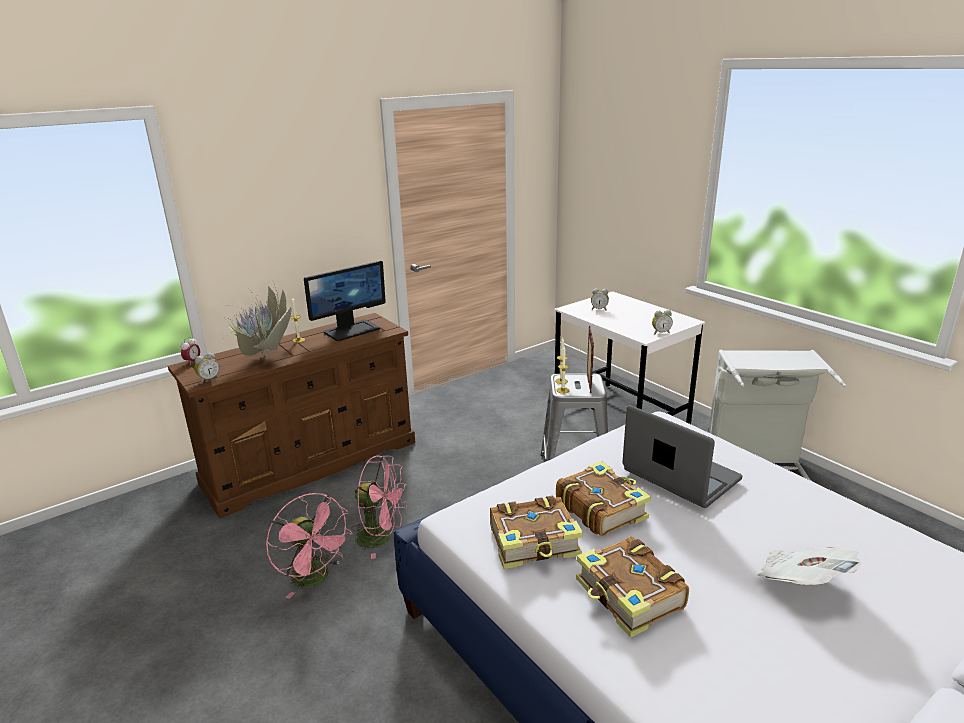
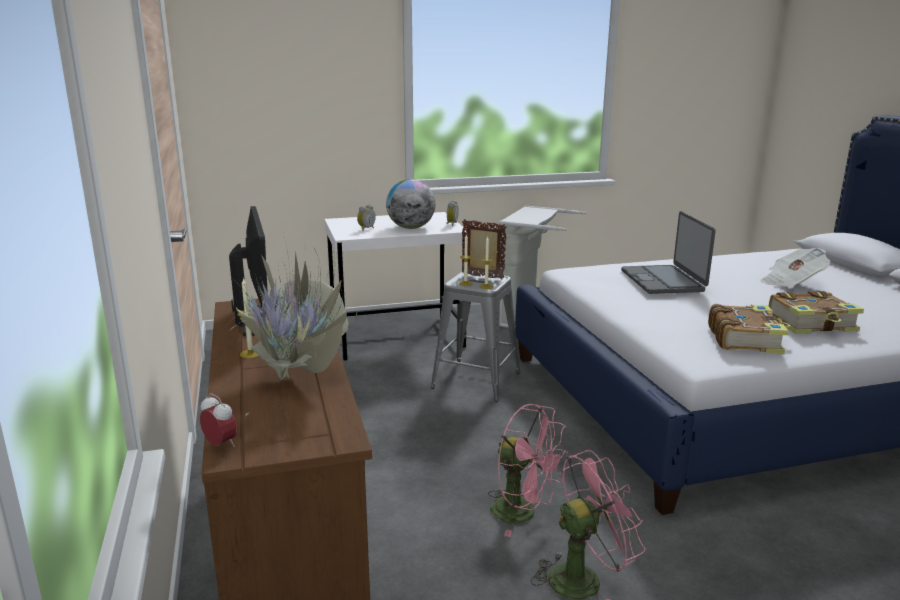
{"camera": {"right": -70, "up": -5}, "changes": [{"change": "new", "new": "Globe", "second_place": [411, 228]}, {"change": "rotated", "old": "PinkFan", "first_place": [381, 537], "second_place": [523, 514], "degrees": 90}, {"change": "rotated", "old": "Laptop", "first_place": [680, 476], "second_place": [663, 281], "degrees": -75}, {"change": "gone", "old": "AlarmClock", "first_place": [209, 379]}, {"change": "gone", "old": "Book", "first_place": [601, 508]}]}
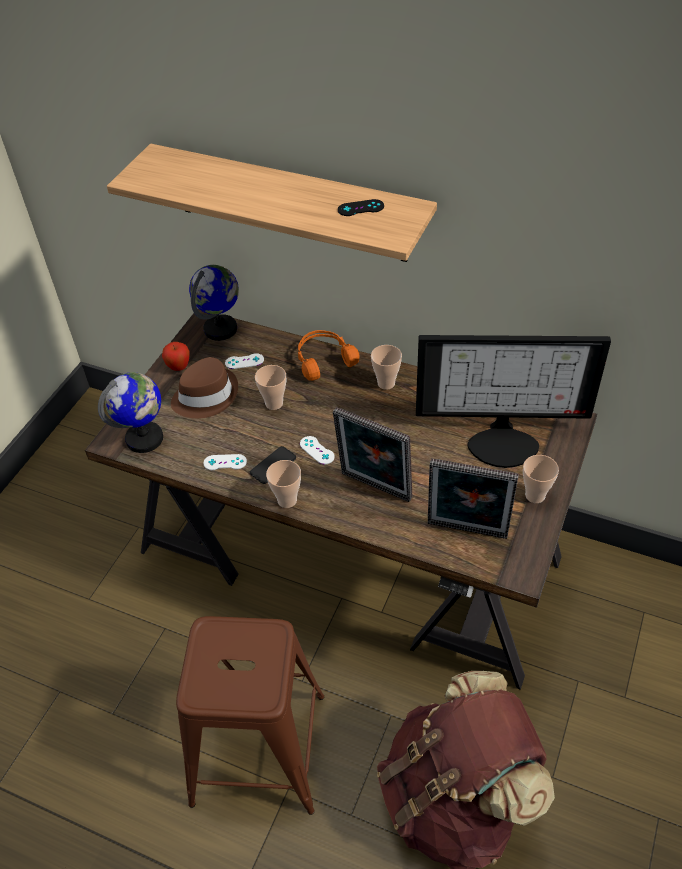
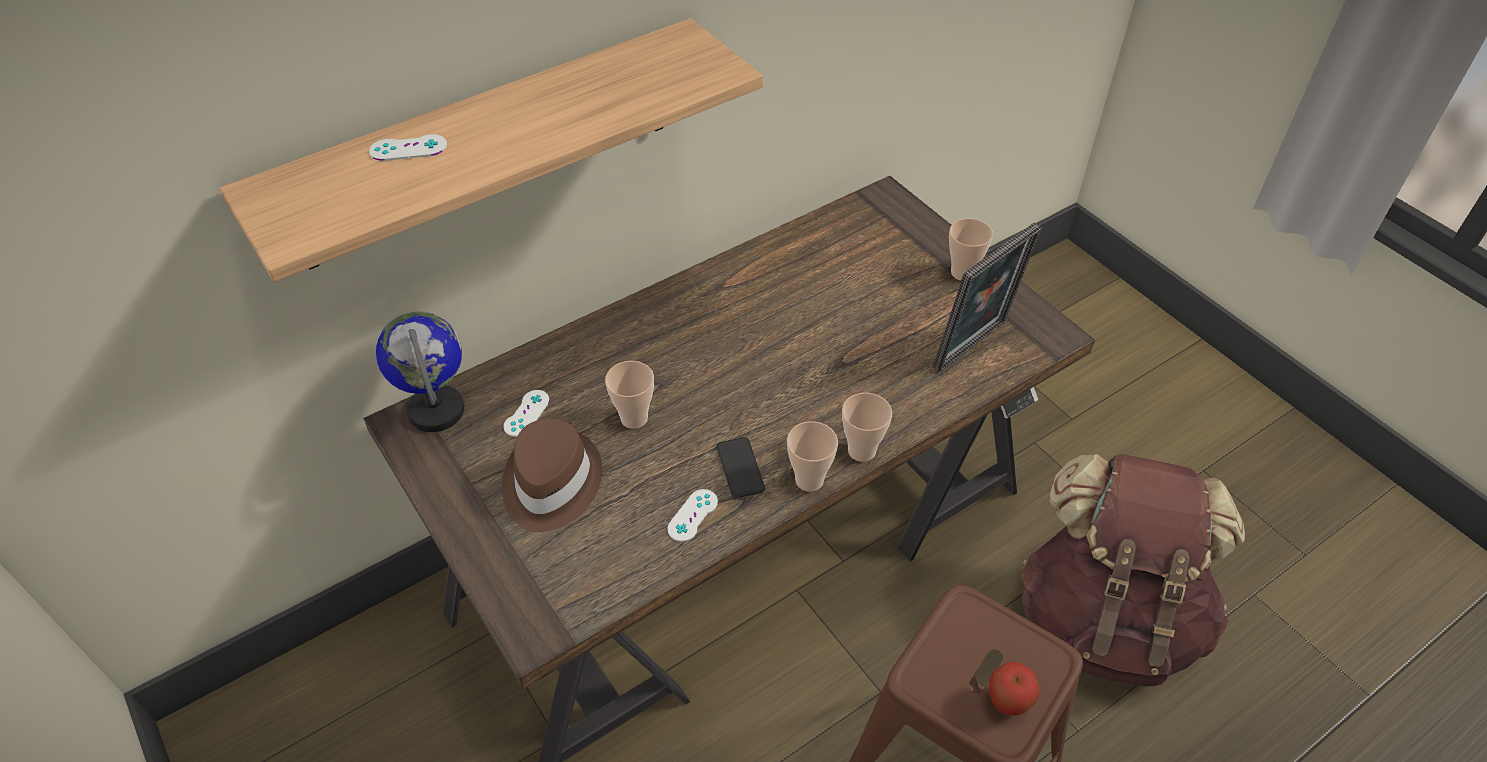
{"camera": {"right": -60, "up": 0}, "changes": [{"change": "shifted", "old": "WhiteGameController", "first_place": [317, 450], "second_place": [408, 148]}, {"change": "shifted", "old": "Cup", "first_place": [386, 383], "second_place": [861, 451]}, {"change": "shifted", "old": "Apple", "first_place": [179, 367], "second_place": [1007, 703]}, {"change": "gone", "old": "Globe", "first_place": [145, 439]}, {"change": "gone", "old": "OrangeHeadphones", "first_place": [323, 360]}, {"change": "gone", "old": "PictureFrame", "first_place": [374, 489]}, {"change": "gone", "old": "BlackGameController", "first_place": [360, 208]}, {"change": "gone", "old": "Monitor", "first_place": [503, 441]}]}
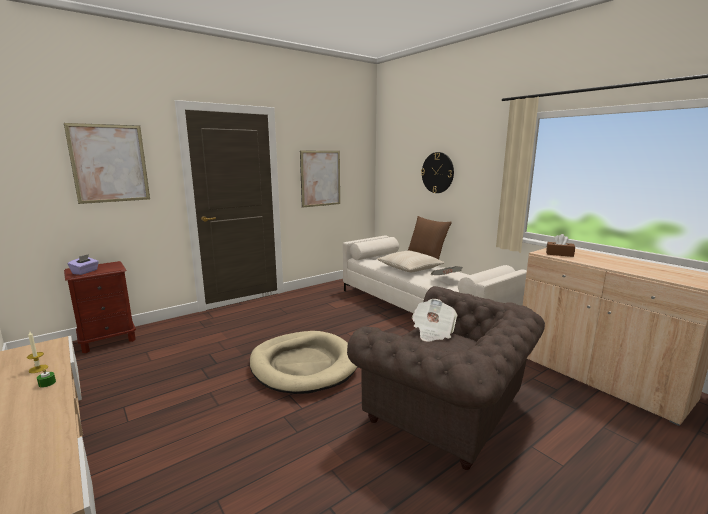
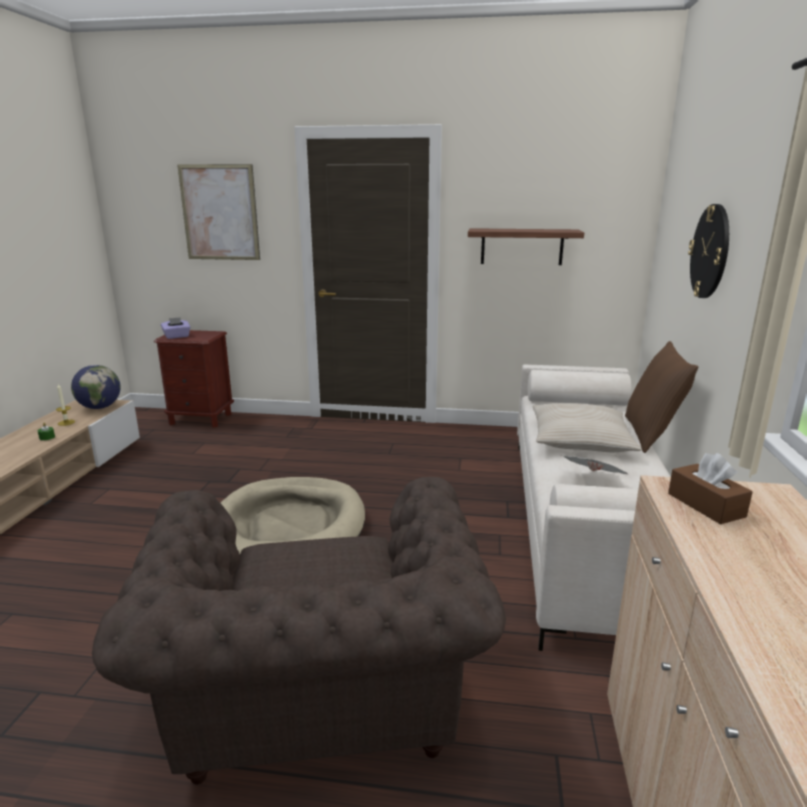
{"camera": {"right": 45, "up": 5}, "changes": [{"change": "new", "new": "Globe", "second_place": [100, 407]}, {"change": "swapped", "old": "Picture", "new": "Shelf", "first_place": [320, 178], "second_place": [522, 246]}, {"change": "gone", "old": "Newspaper", "first_place": [433, 331]}]}
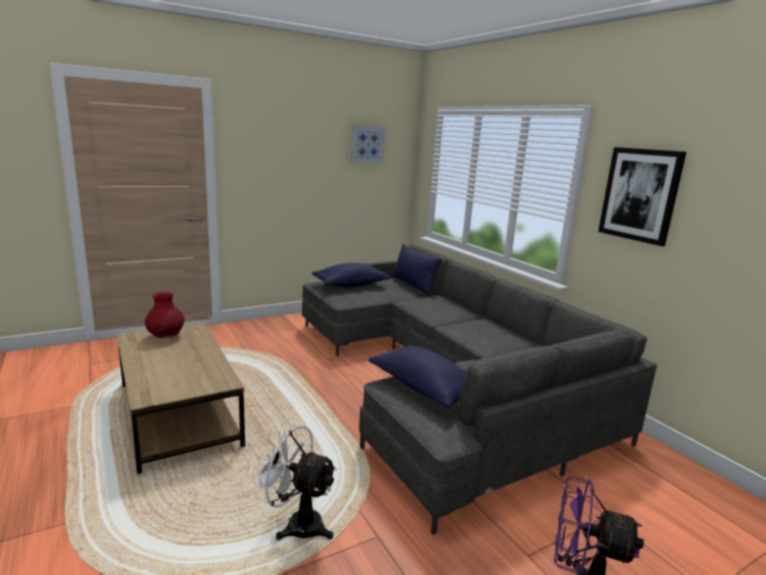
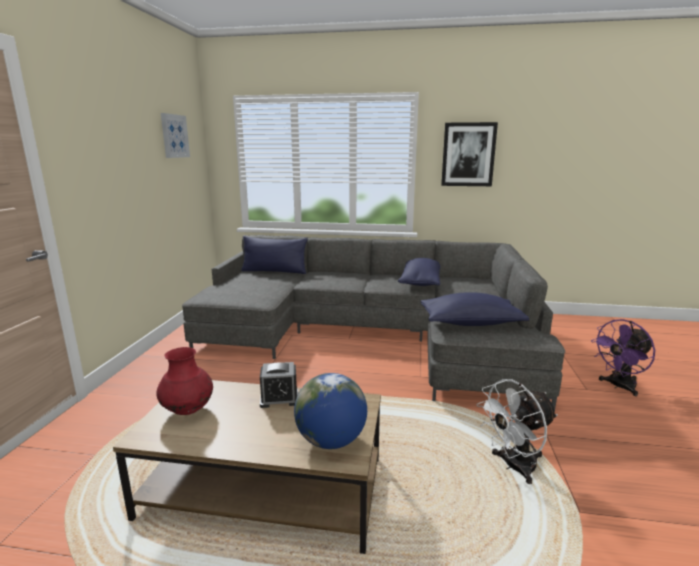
{"camera": {"right": -50, "up": 0}, "changes": [{"change": "new", "new": "AlarmClock", "second_place": [279, 399]}, {"change": "new", "new": "Globe", "second_place": [331, 440]}, {"change": "shifted", "old": "BluePillow", "first_place": [350, 285], "second_place": [420, 282]}]}
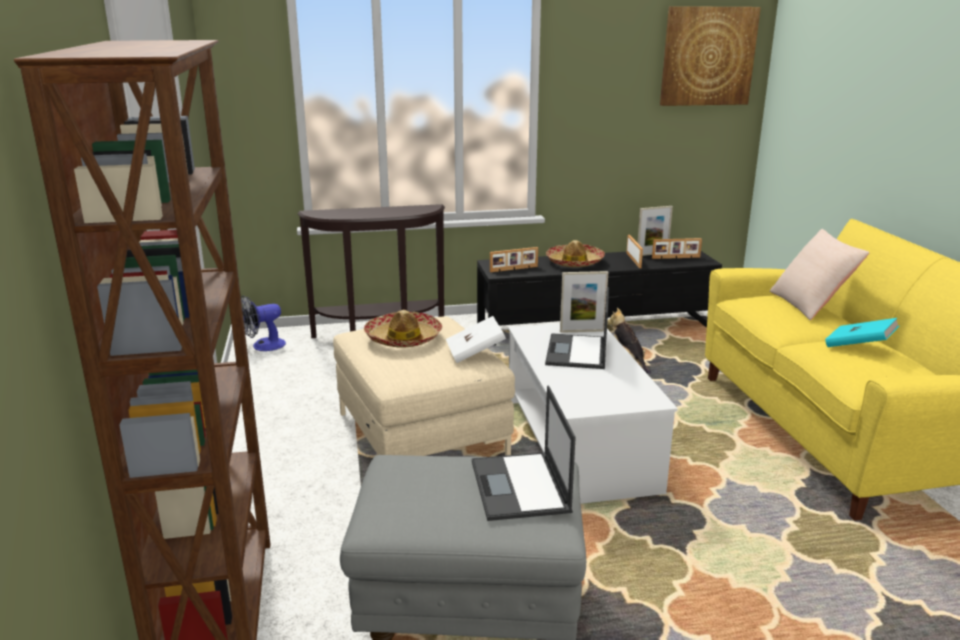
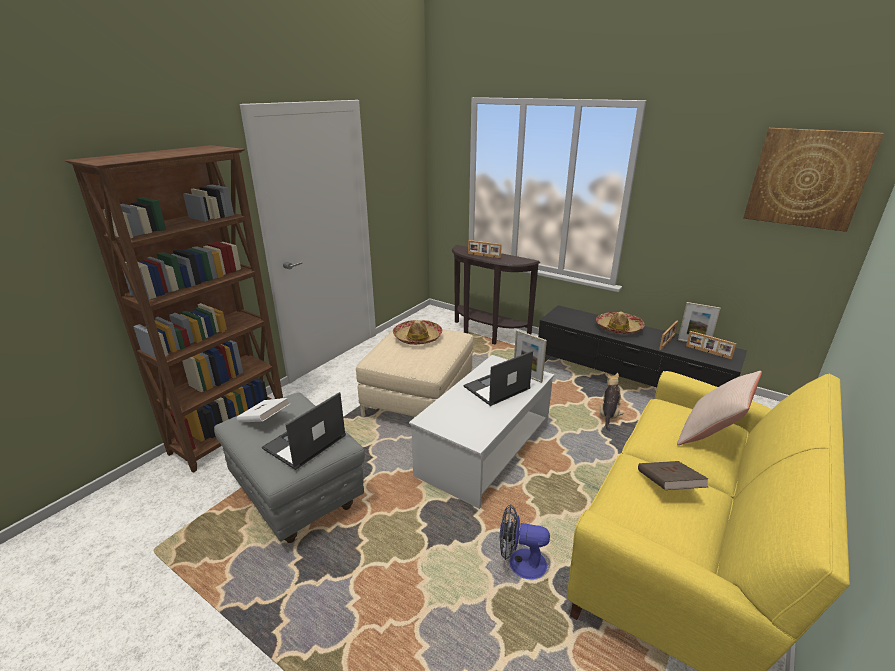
{"camera": {"right": 45, "up": 5}, "changes": [{"change": "shifted", "old": "WhiteBook", "first_place": [475, 353], "second_place": [265, 420]}, {"change": "shifted", "old": "PictureFrame", "first_place": [514, 269], "second_place": [484, 256]}, {"change": "shifted", "old": "Fan", "first_place": [263, 346], "second_place": [520, 563]}, {"change": "repainted", "old": "TurquoiseBook", "new": "BrownBook", "first_place": [859, 347], "second_place": [668, 486]}]}
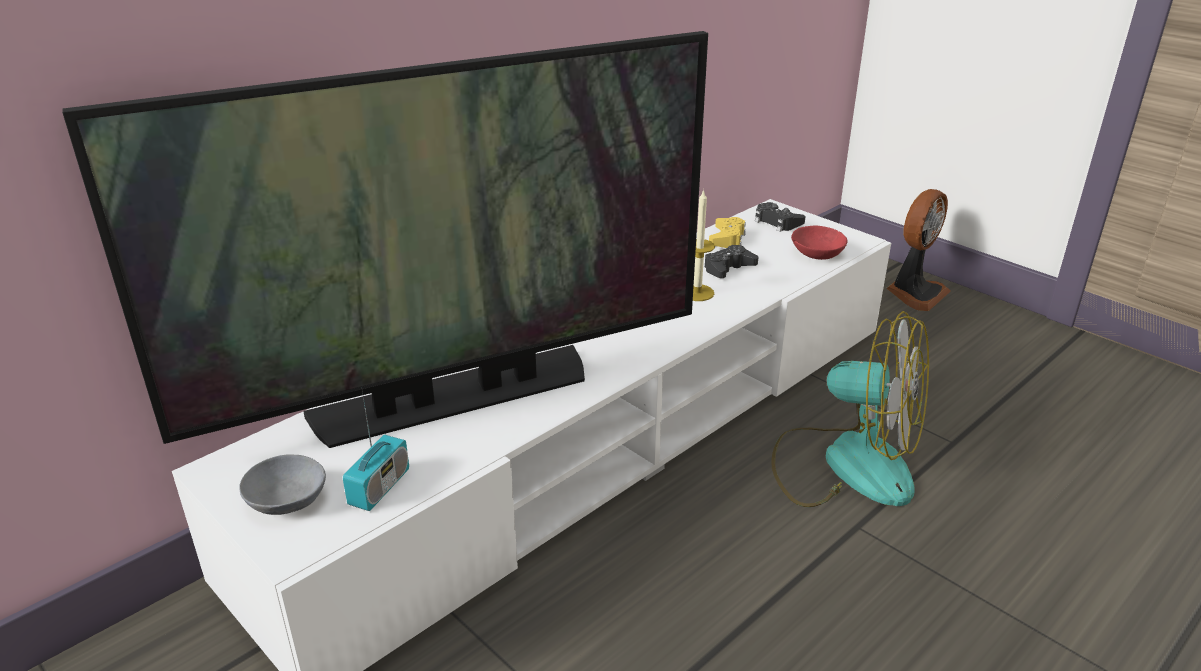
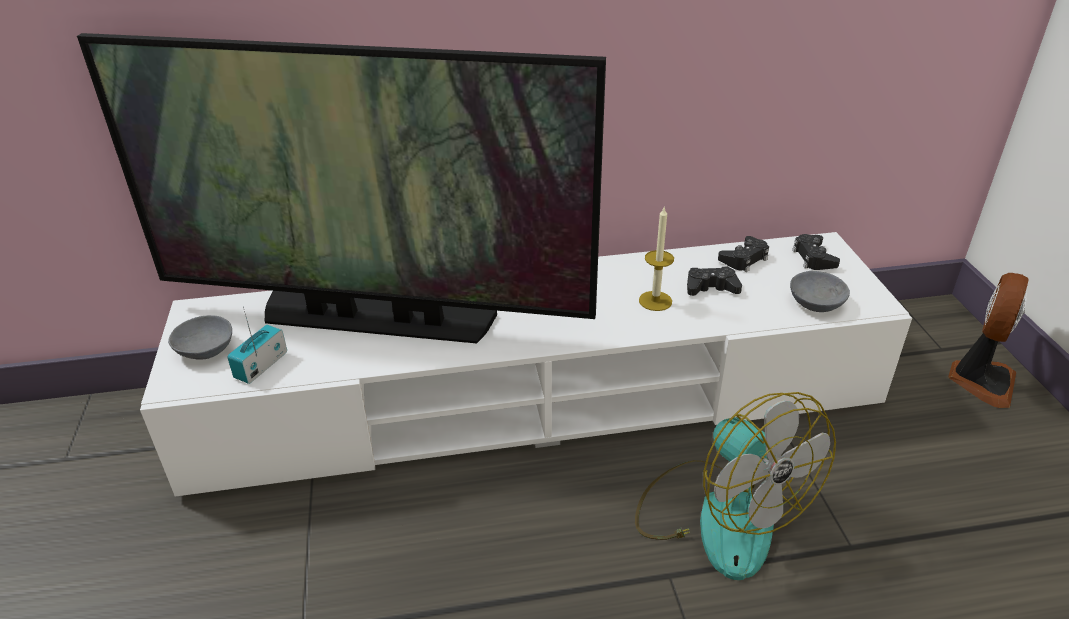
{"camera": {"right": 35, "up": 5}, "changes": [{"change": "rotated", "old": "Radio", "first_place": [379, 487], "second_place": [261, 365], "degrees": 150}, {"change": "repainted", "old": "YellowGameController", "new": "BlackGameController", "first_place": [727, 239], "second_place": [744, 259]}, {"change": "repainted", "old": "RedBowl", "new": "GreyBowl", "first_place": [815, 253], "second_place": [814, 302]}, {"change": "rotated", "old": "Fan", "first_place": [915, 293], "second_place": [980, 380], "degrees": -45}]}
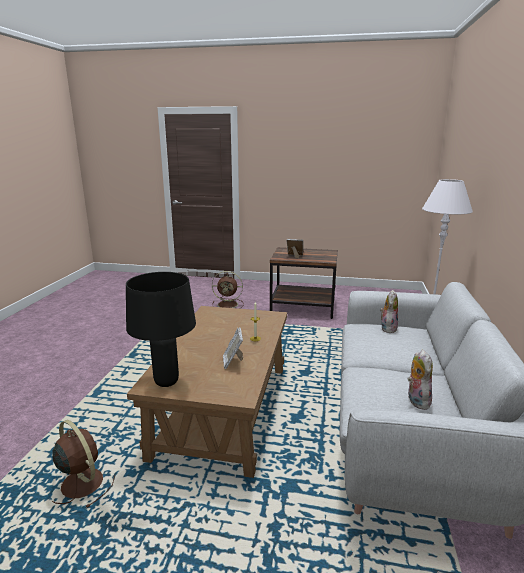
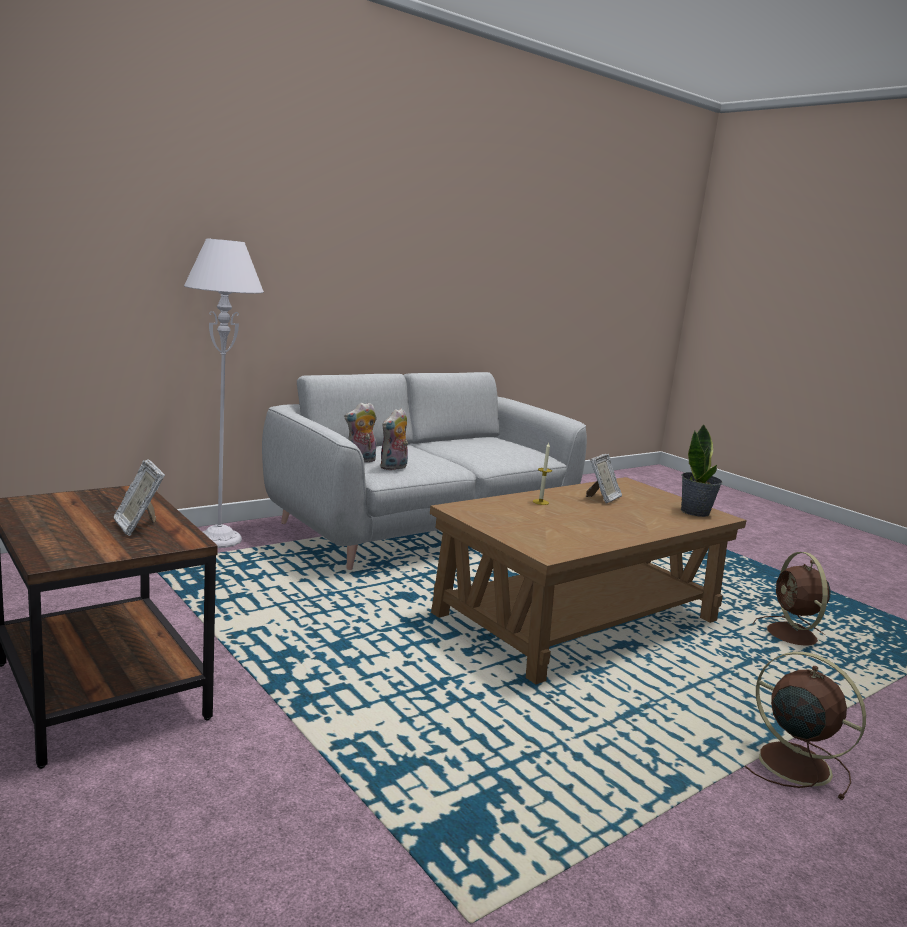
{"camera": {"right": -140, "up": -5}, "changes": [{"change": "shifted", "old": "PlushToy", "first_place": [416, 400], "second_place": [393, 467]}, {"change": "swapped", "old": "BlackTableLamp", "new": "PottedPlant", "first_place": [166, 381], "second_place": [695, 512]}, {"change": "shifted", "old": "BrownFan", "first_place": [228, 304], "second_place": [790, 762]}]}
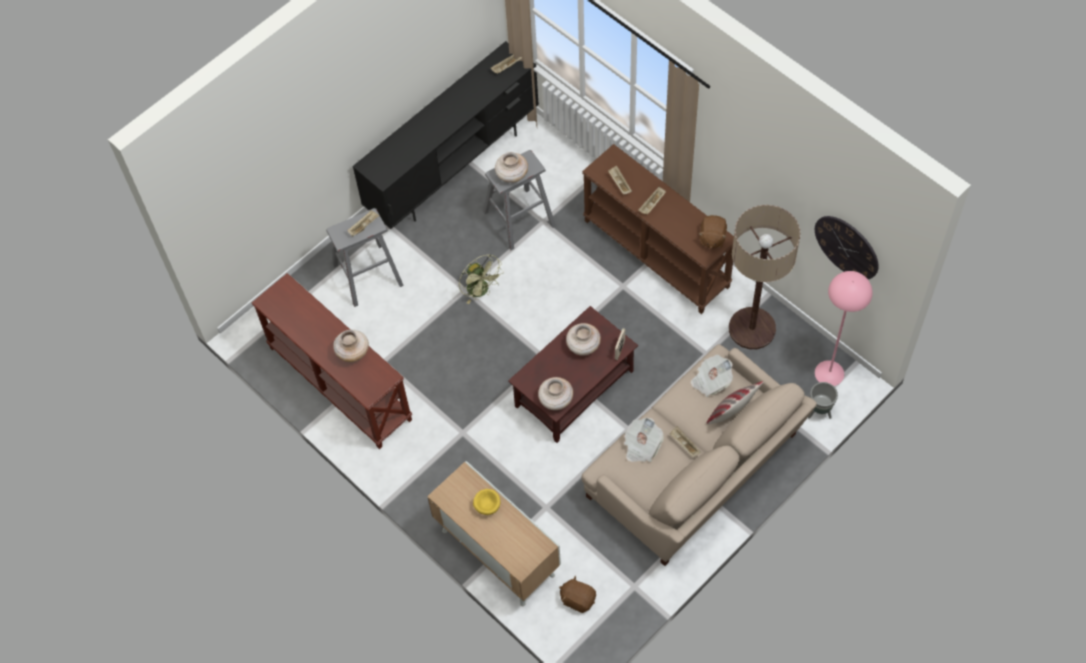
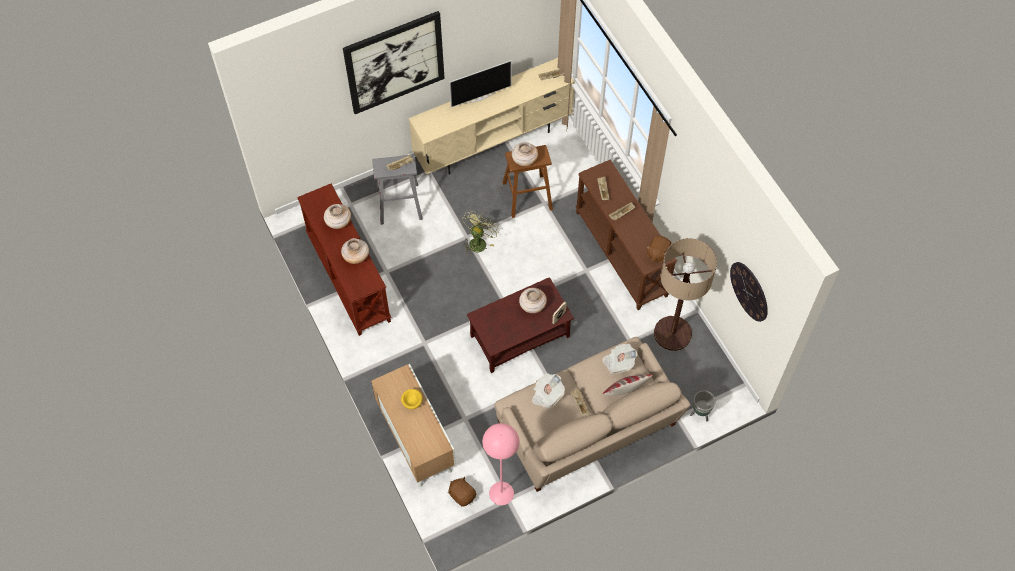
{"camera": {"right": 15, "up": 0}, "changes": [{"change": "shifted", "old": "BeigeVase", "first_place": [555, 400], "second_place": [338, 222]}, {"change": "new", "new": "Picture", "second_place": [394, 62]}, {"change": "repainted", "old": "BlackTvStand", "new": "BeigeTvStand", "first_place": [454, 167], "second_place": [493, 142]}, {"change": "new", "new": "Television", "second_place": [480, 97]}, {"change": "rotated", "old": "GreenFan", "first_place": [481, 291], "second_place": [478, 241], "degrees": -135}, {"change": "shifted", "old": "PinkFloorLamp", "first_place": [829, 373], "second_place": [501, 493]}, {"change": "repainted", "old": "GreyStool", "new": "BrownStool", "first_place": [519, 219], "second_place": [527, 196]}]}
